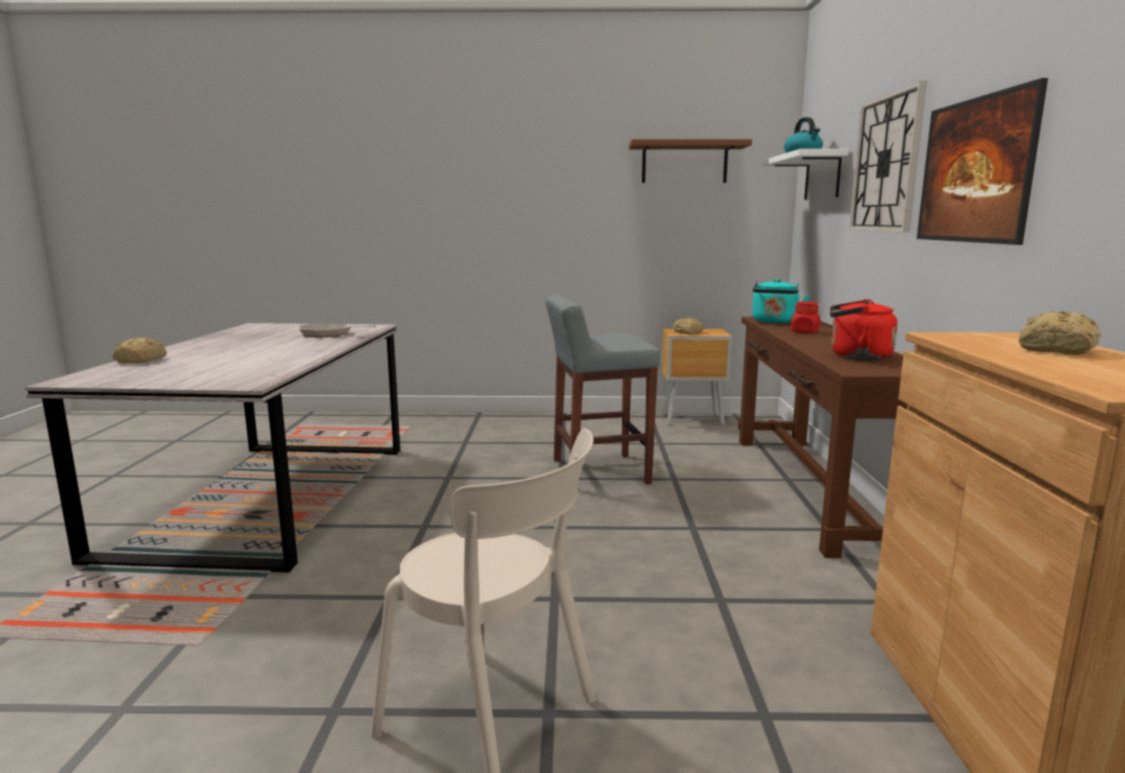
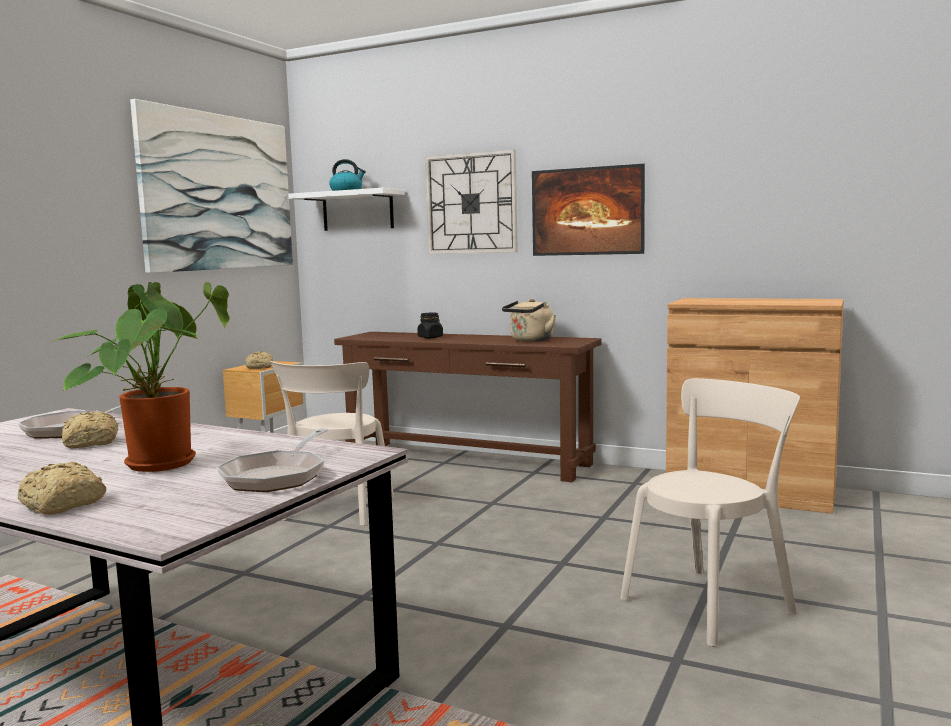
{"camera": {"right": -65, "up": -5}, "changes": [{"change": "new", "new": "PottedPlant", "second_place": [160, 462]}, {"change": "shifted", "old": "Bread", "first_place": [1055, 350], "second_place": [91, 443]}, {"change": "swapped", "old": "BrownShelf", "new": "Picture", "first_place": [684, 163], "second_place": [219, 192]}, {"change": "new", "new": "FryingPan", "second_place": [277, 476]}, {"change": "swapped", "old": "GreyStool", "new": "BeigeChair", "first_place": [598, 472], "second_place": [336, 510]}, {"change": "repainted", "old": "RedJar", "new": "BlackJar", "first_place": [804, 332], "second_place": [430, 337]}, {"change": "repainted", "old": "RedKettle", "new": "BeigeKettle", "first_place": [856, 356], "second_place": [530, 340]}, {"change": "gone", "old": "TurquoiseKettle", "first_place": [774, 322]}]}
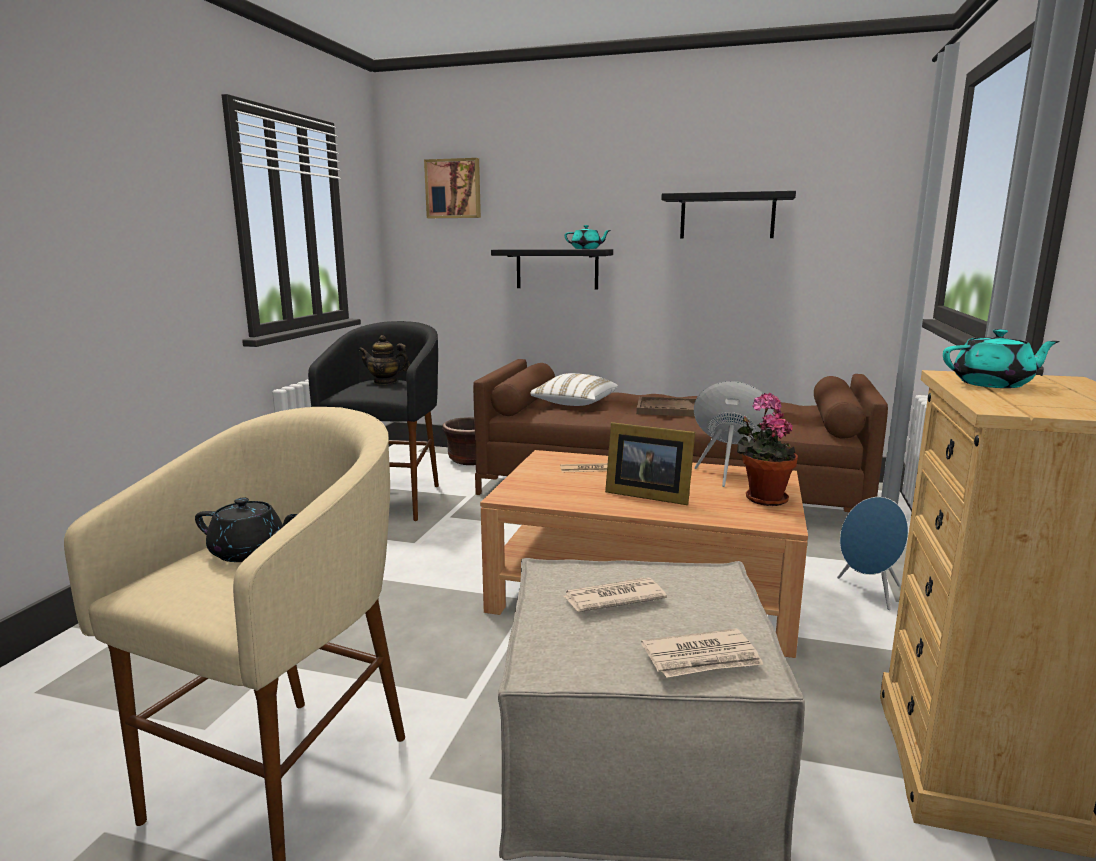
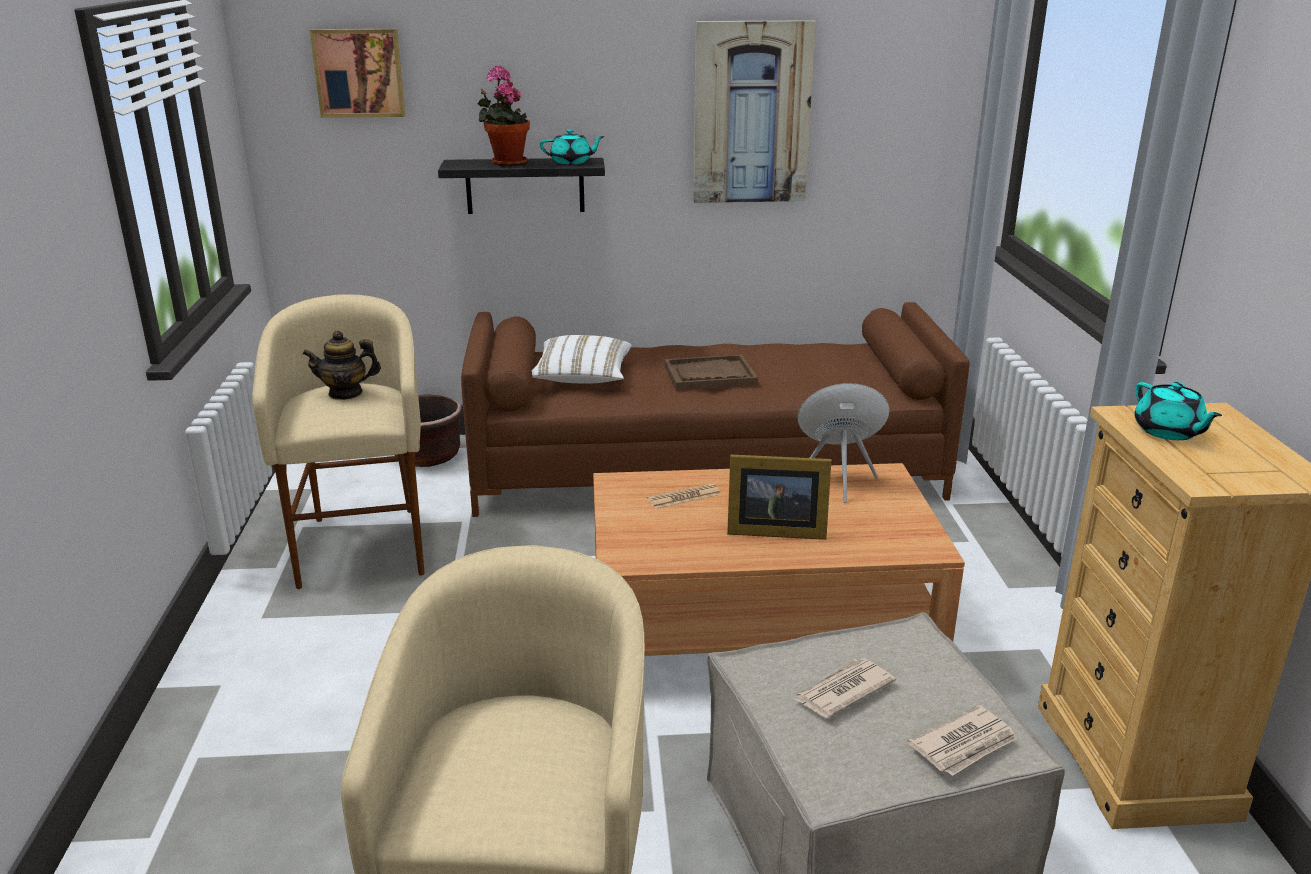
{"camera": {"right": -20, "up": 10}, "changes": [{"change": "repainted", "old": "BlackStool", "new": "BeigeStool", "first_place": [391, 500], "second_place": [363, 546]}, {"change": "shifted", "old": "PottedPlant", "first_place": [762, 498], "second_place": [506, 163]}, {"change": "swapped", "old": "BlackShelf", "new": "Picture", "first_place": [727, 216], "second_place": [751, 113]}, {"change": "rotated", "old": "TurquoiseTeapot", "first_place": [993, 384], "second_place": [1168, 432], "degrees": 90}, {"change": "gone", "old": "BlackTeapot", "first_place": [249, 552]}, {"change": "gone", "old": "BlueSpeaker", "first_place": [869, 592]}]}
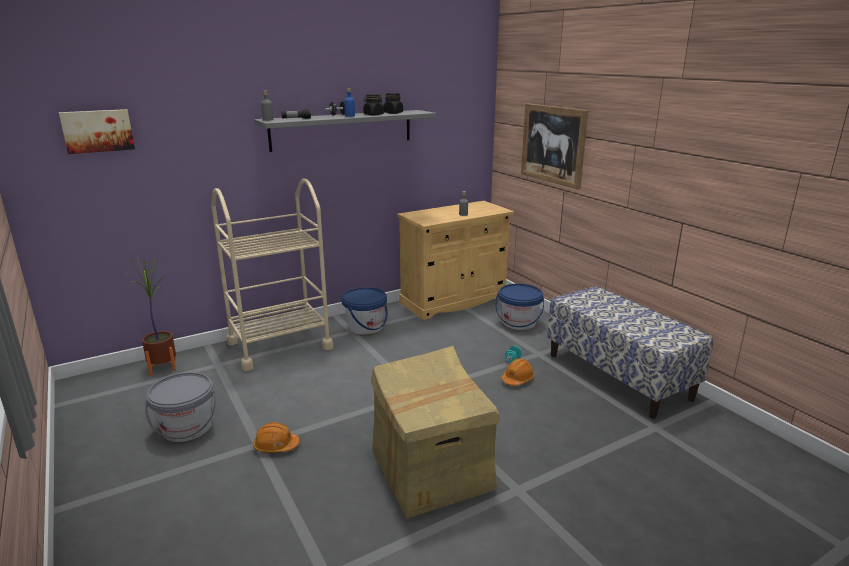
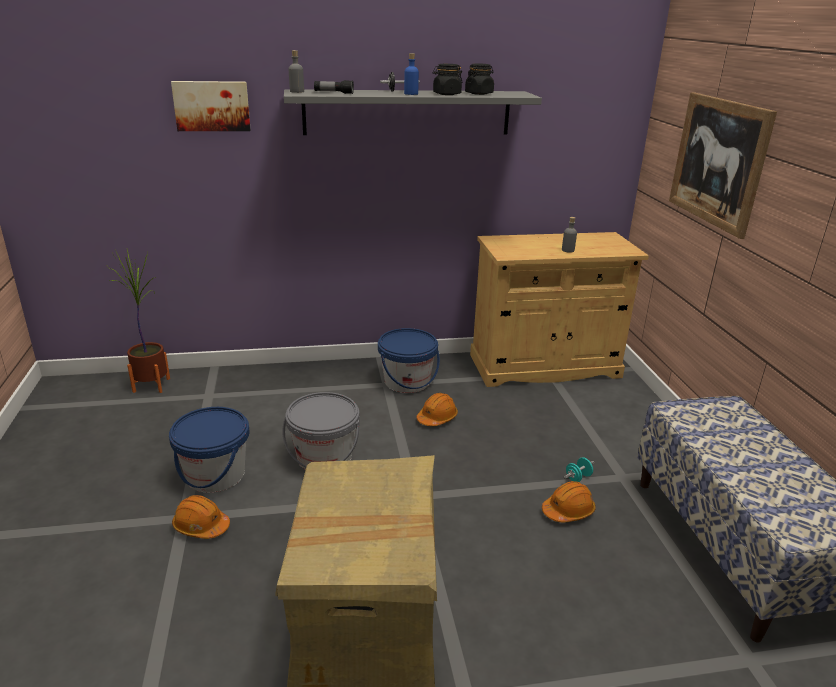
{"camera": {"right": 20, "up": 5}, "changes": [{"change": "shifted", "old": "BlueBucket", "first_place": [518, 322], "second_place": [215, 474]}, {"change": "shifted", "old": "Picture", "first_place": [97, 131], "second_place": [212, 106]}, {"change": "shifted", "old": "GreyBucket", "first_place": [187, 428], "second_place": [324, 457]}, {"change": "new", "new": "OrangeHardHat", "second_place": [437, 418]}, {"change": "gone", "old": "BeigeCart", "first_place": [279, 345]}]}
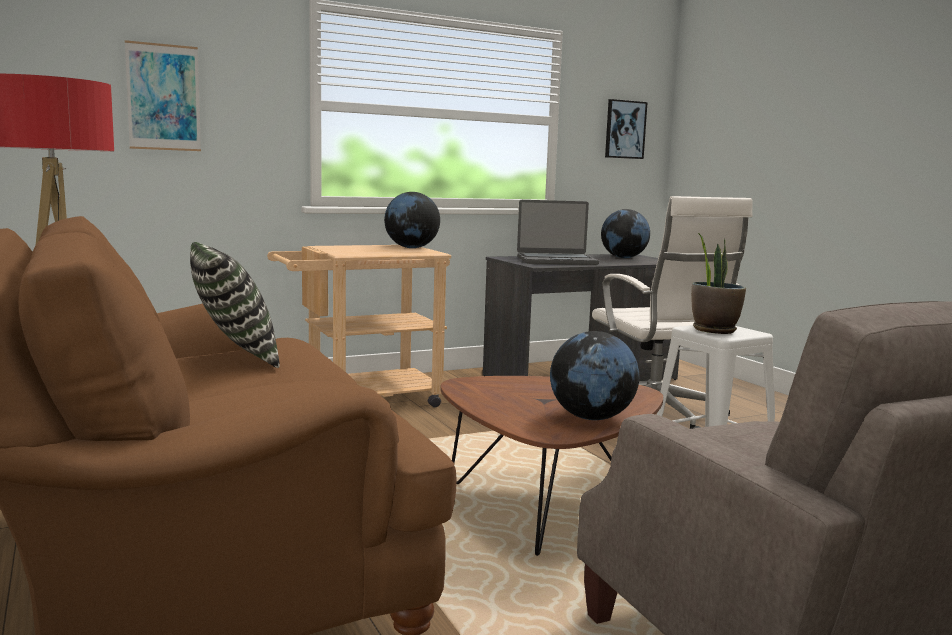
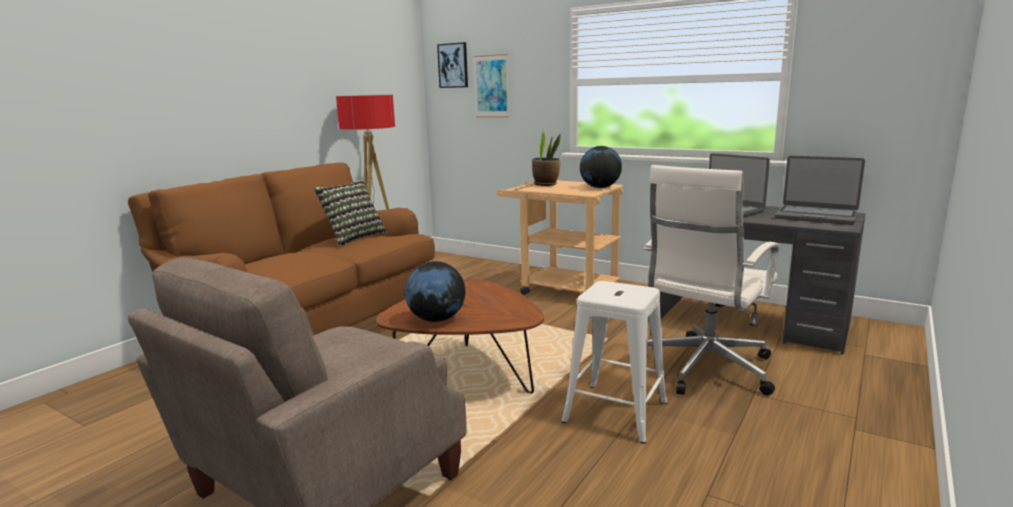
{"camera": {"right": 60, "up": 5}, "changes": [{"change": "shifted", "old": "Picture", "first_place": [624, 129], "second_place": [453, 65]}, {"change": "shifted", "old": "PottedPlant", "first_place": [714, 330], "second_place": [546, 184]}, {"change": "swapped", "old": "Globe", "new": "Laptop", "first_place": [623, 257], "second_place": [816, 216]}]}
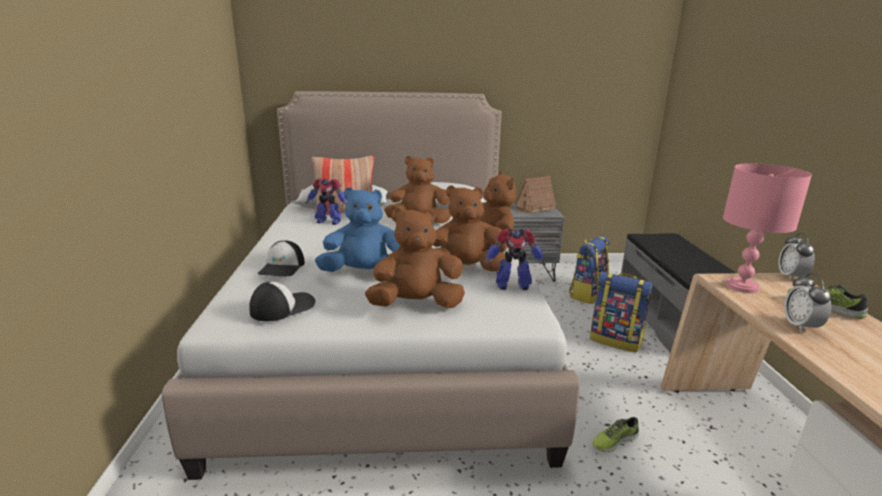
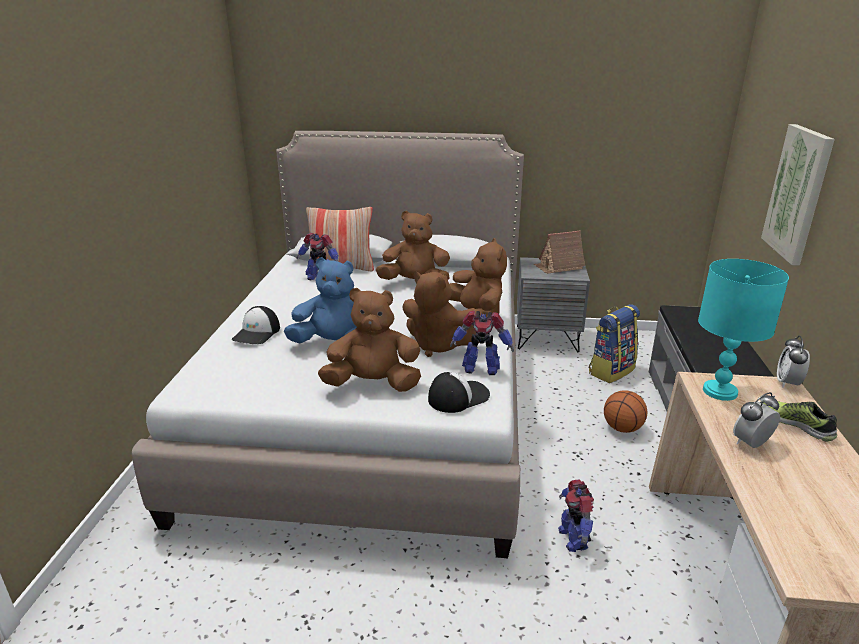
{"camera": {"right": 10, "up": 5}, "changes": [{"change": "rotated", "old": "BrownPlushToy", "first_place": [465, 269], "second_place": [439, 346], "degrees": -150}, {"change": "shifted", "old": "Cap", "first_place": [282, 307], "second_place": [458, 397]}, {"change": "swapped", "old": "Shoe", "new": "ToyRobot", "first_place": [614, 440], "second_place": [573, 538]}, {"change": "swapped", "old": "Backpack", "new": "Basketball", "first_place": [616, 340], "second_place": [622, 428]}, {"change": "repainted", "old": "PinkTableLamp", "new": "TurquoiseTableLamp", "first_place": [741, 286], "second_place": [719, 391]}, {"change": "rotated", "old": "AlarmClock", "first_place": [800, 326], "second_place": [751, 444], "degrees": 45}, {"change": "new", "new": "Picture", "second_place": [798, 193]}]}
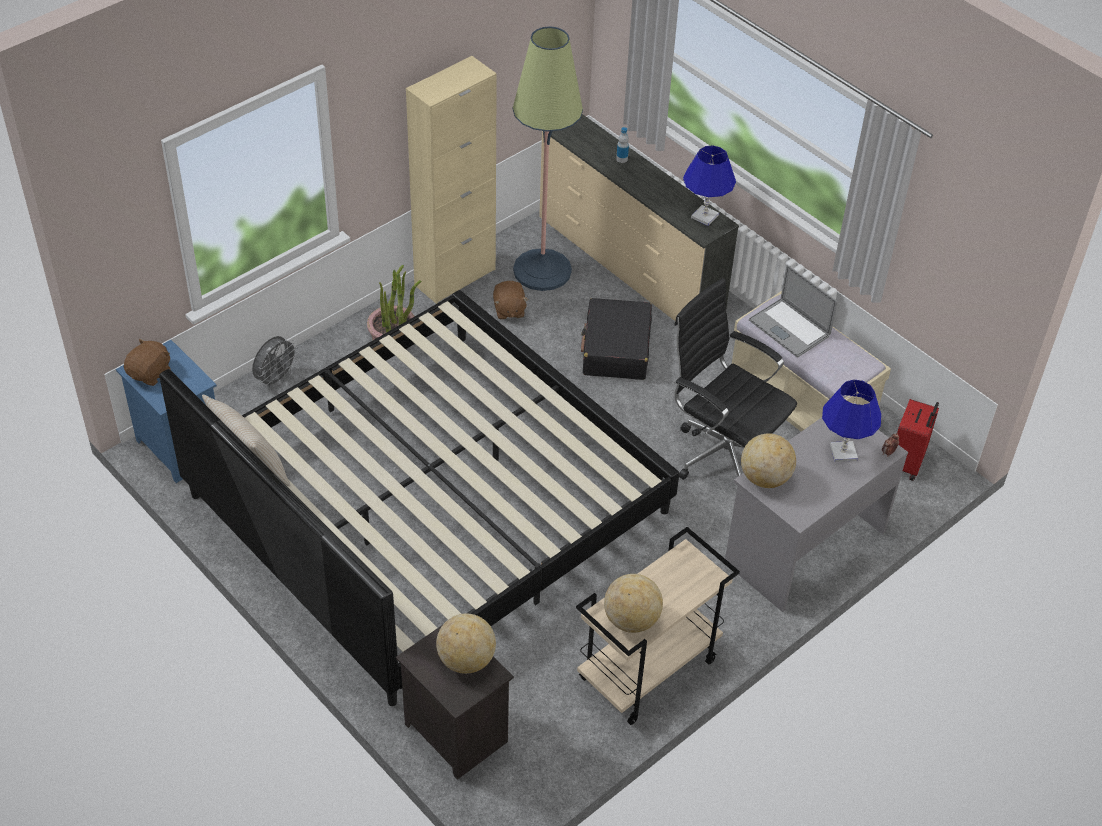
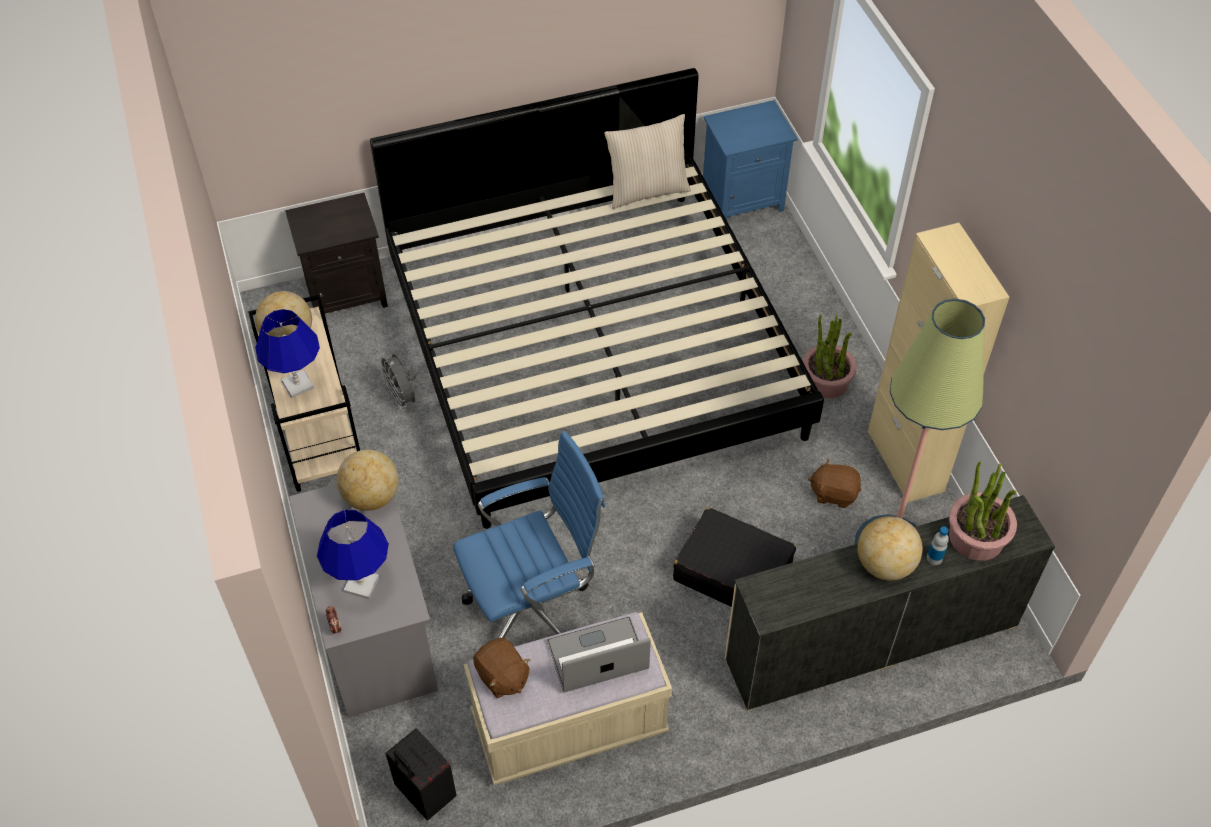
{"camera": {"right": 115, "up": 5}, "changes": [{"change": "shifted", "old": "BlueTableLamp", "first_place": [704, 216], "second_place": [297, 384]}, {"change": "shifted", "old": "GreyFan", "first_place": [276, 379], "second_place": [402, 399]}, {"change": "repainted", "old": "RedSuitcase", "new": "BlackSuitcase", "first_place": [907, 463], "second_place": [424, 795]}, {"change": "repainted", "old": "BlackOfficeChair", "new": "BlueOfficeChair", "first_place": [721, 453], "second_place": [534, 608]}, {"change": "shifted", "old": "BrownPlushToy", "first_place": [150, 373], "second_place": [502, 677]}, {"change": "shifted", "old": "Globe", "first_place": [466, 660], "second_place": [884, 565]}, {"change": "new", "new": "PottedPlant", "second_place": [976, 537]}]}
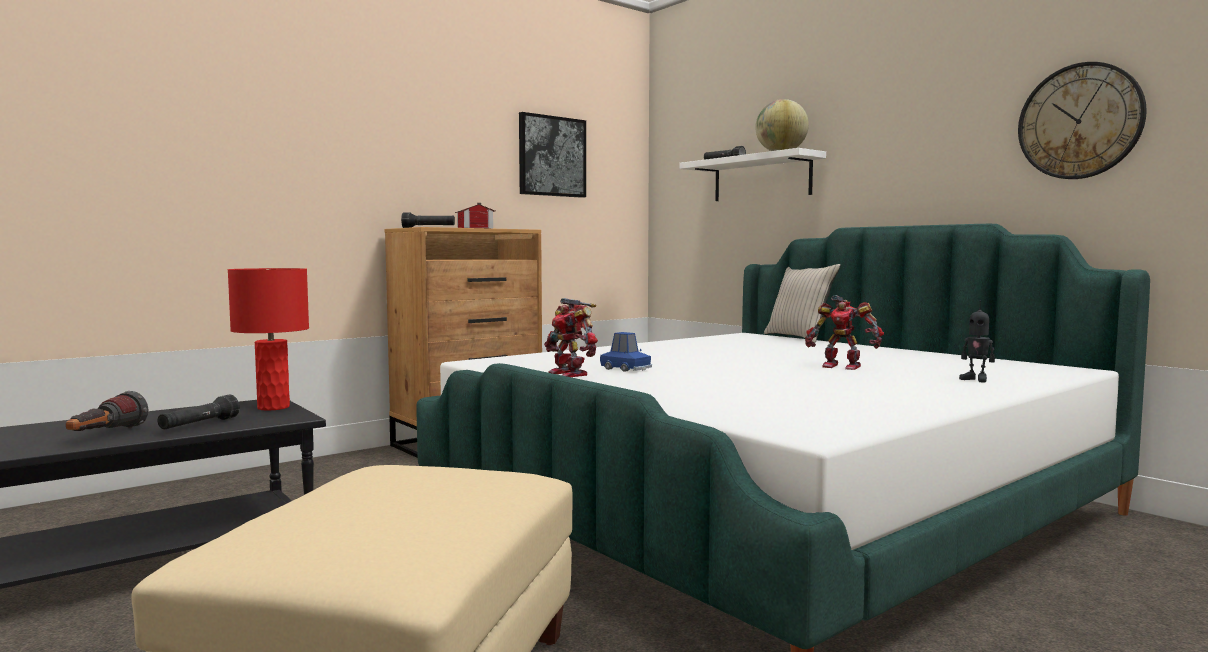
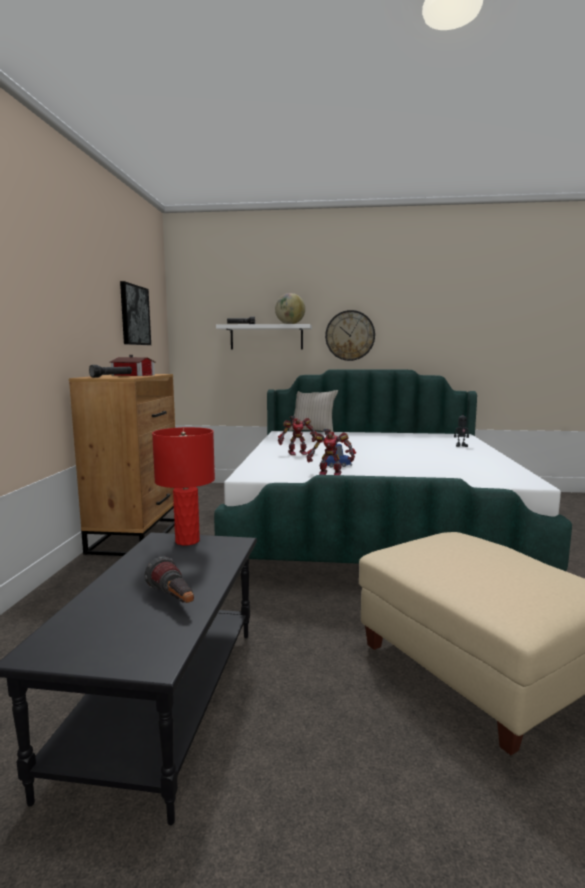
{"camera": {"right": -45, "up": 5}, "changes": [{"change": "shifted", "old": "ToyRobot", "first_place": [842, 366], "second_place": [297, 453]}, {"change": "shifted", "old": "WallClock", "first_place": [1080, 121], "second_place": [350, 335]}, {"change": "gone", "old": "BlackFlashlight", "first_place": [199, 425]}]}
